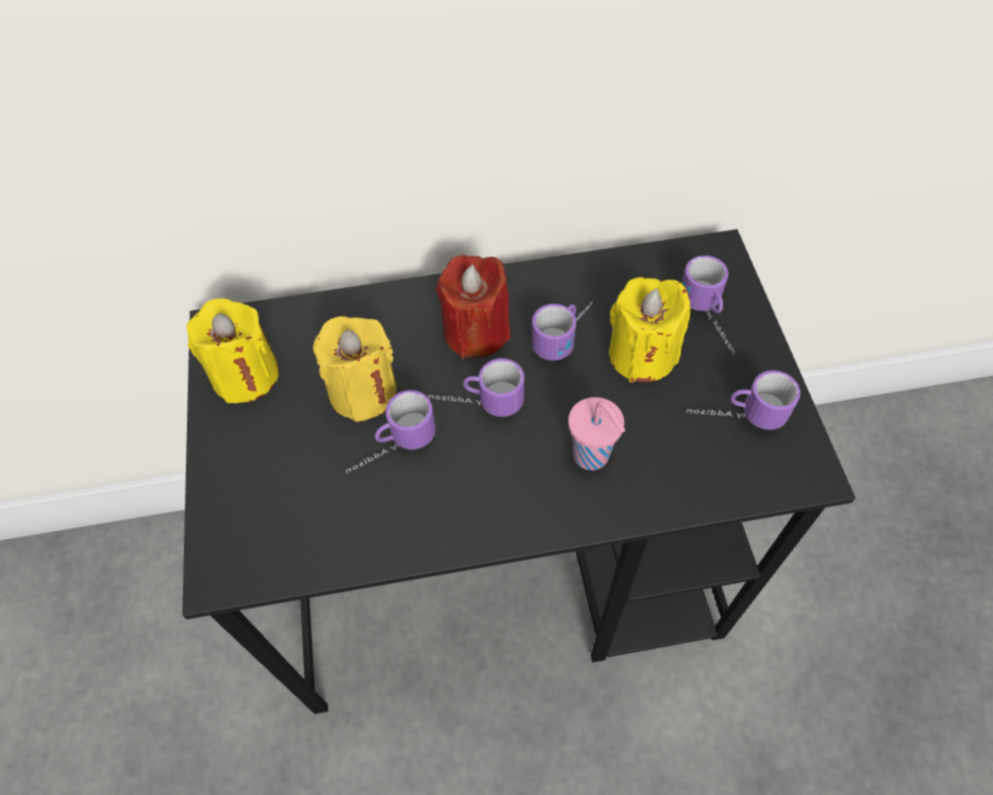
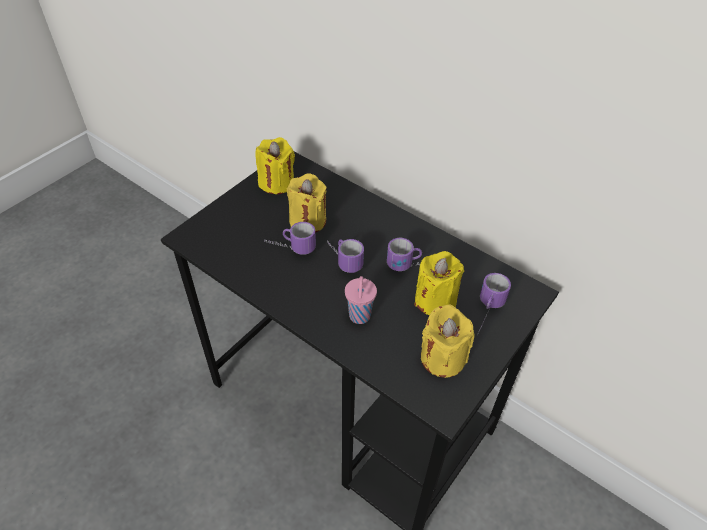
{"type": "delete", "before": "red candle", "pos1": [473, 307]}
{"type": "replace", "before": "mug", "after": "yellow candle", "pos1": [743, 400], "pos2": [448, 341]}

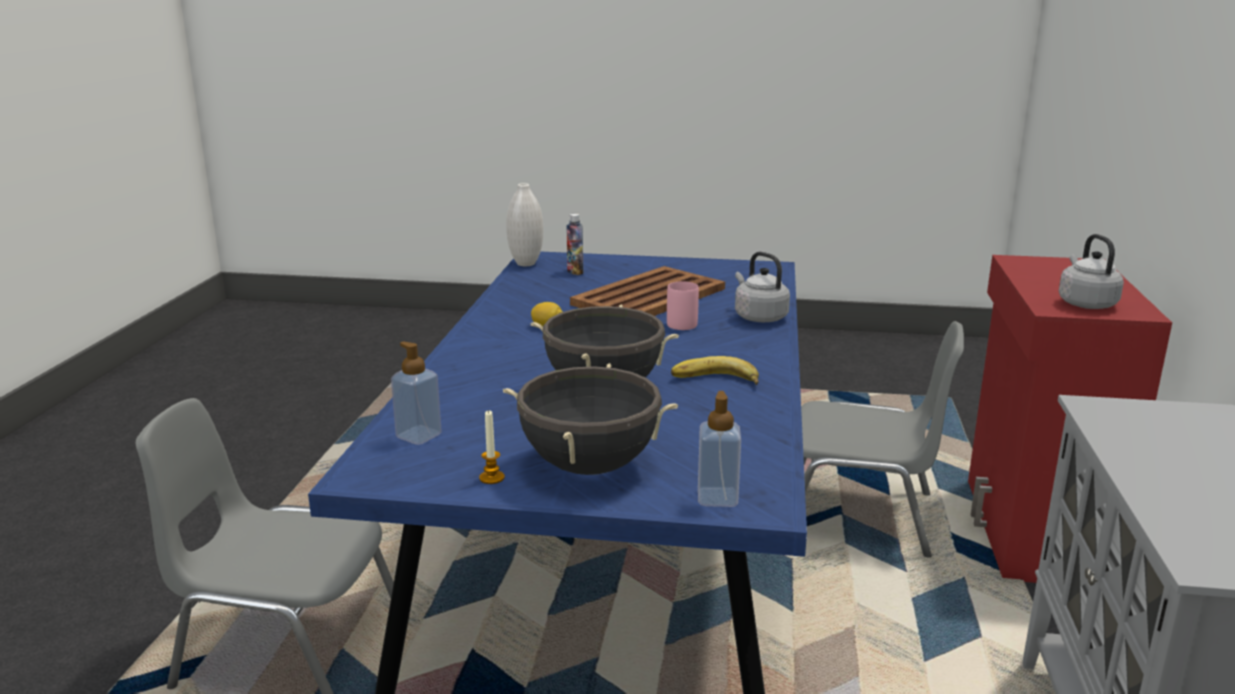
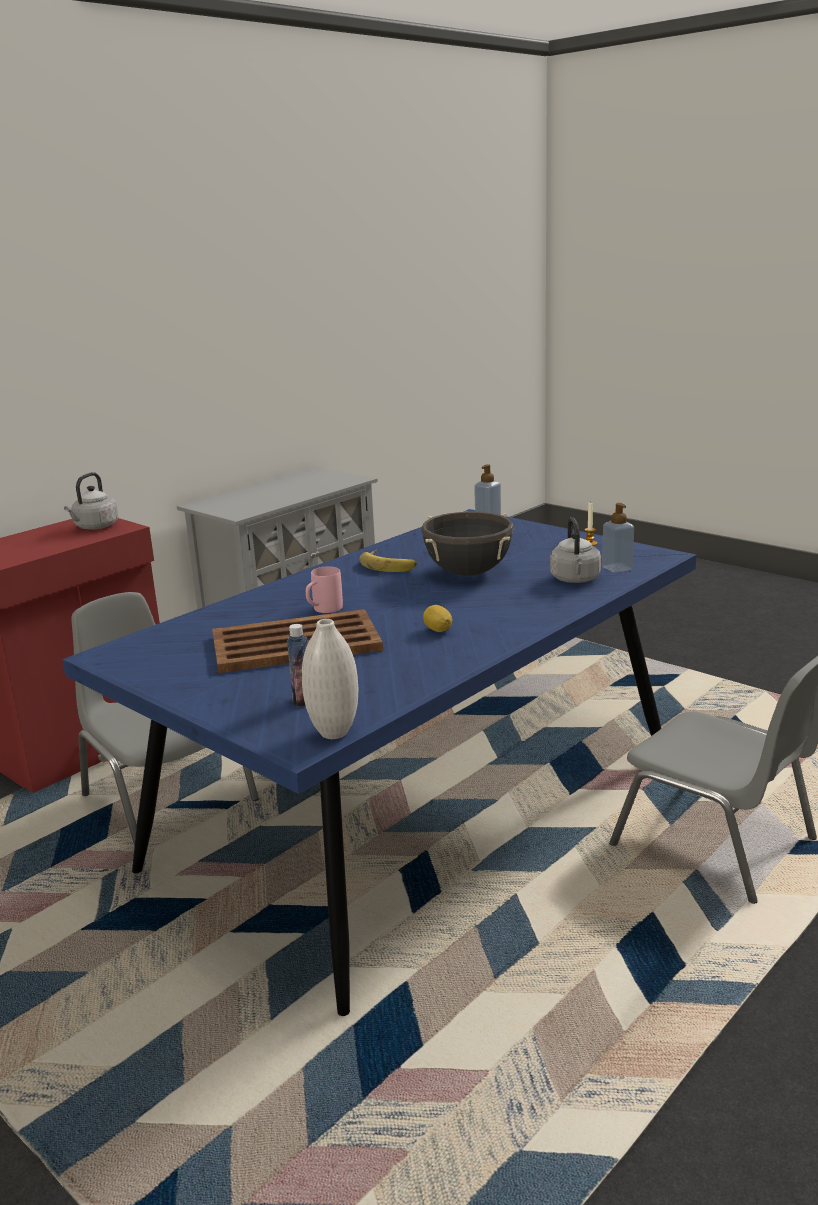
{"type": "delete", "before": "black cooking pot", "pos1": [590, 419]}
{"type": "move", "before": "grey kettle", "pos1": [762, 287], "pos2": [575, 550]}

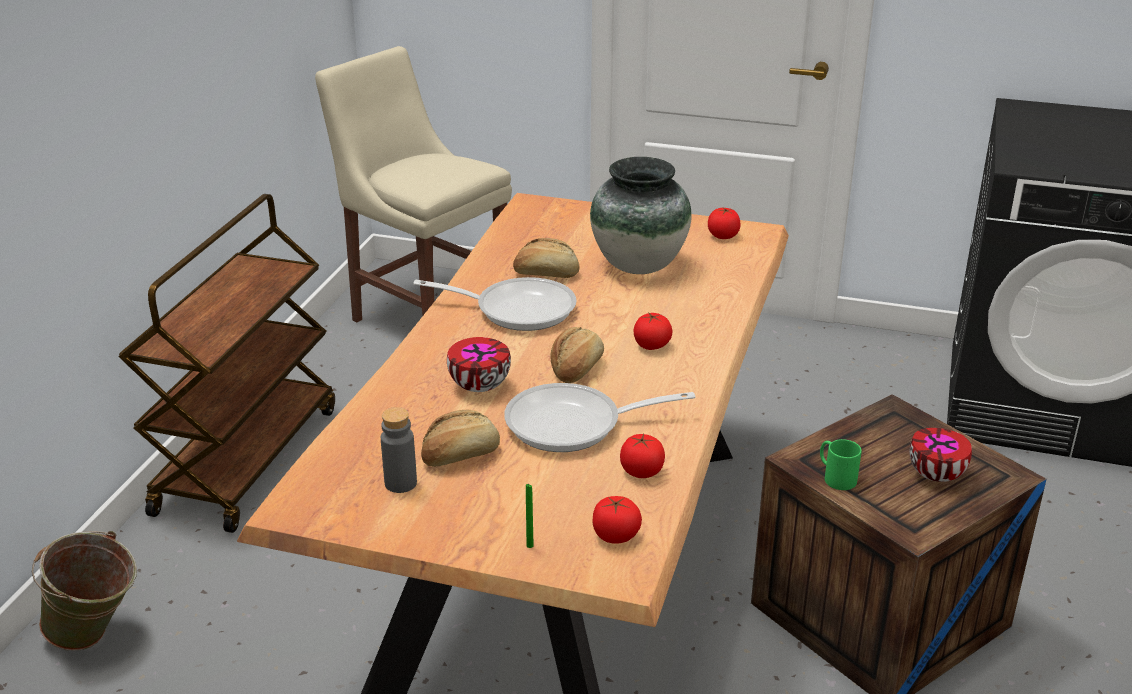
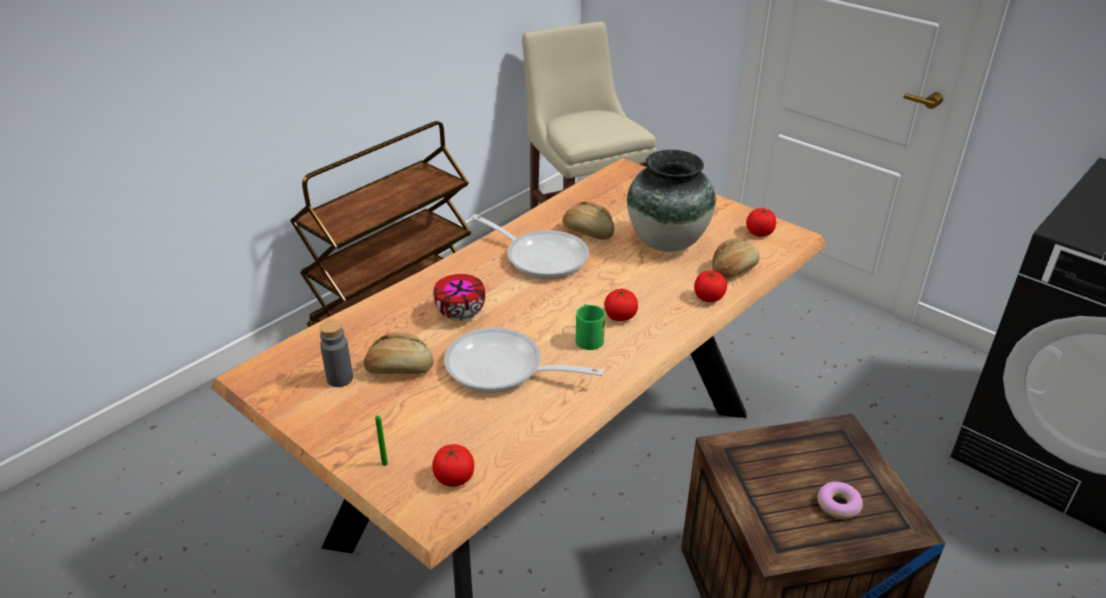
{"type": "delete", "before": "green bucket", "pos1": [84, 591]}
{"type": "move", "before": "bread", "pos1": [577, 355], "pos2": [736, 258]}
{"type": "move", "before": "tomato", "pos1": [642, 456], "pos2": [710, 286]}
{"type": "move", "before": "green mug", "pos1": [841, 464], "pos2": [590, 327]}
{"type": "replace", "before": "bowl", "after": "donut", "pos1": [941, 455], "pos2": [840, 500]}

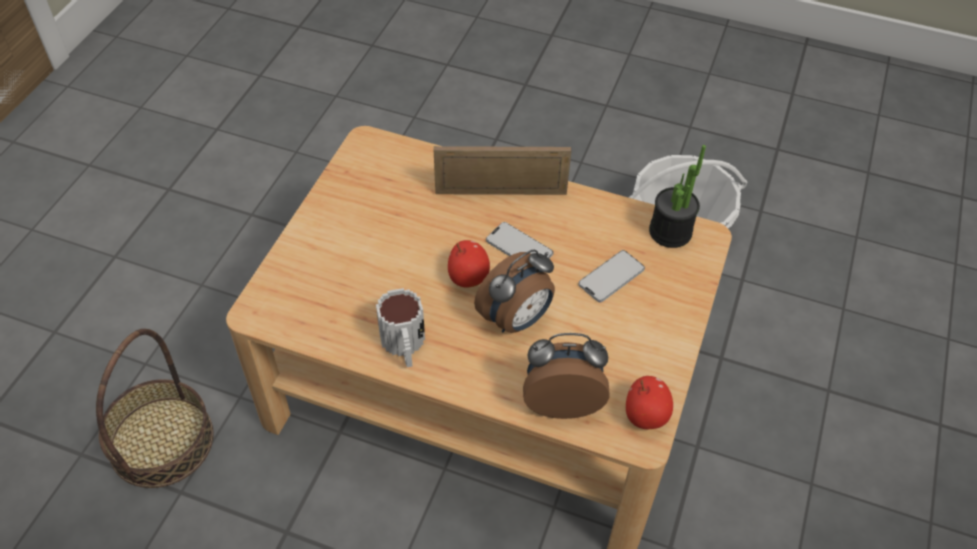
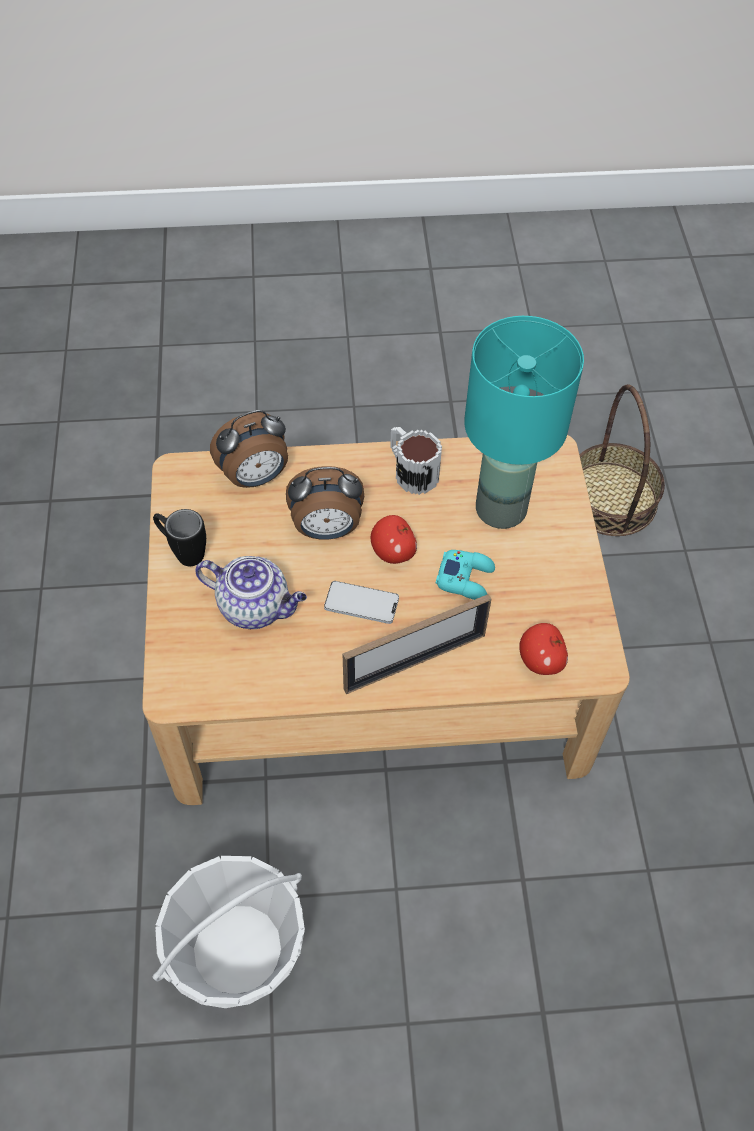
{"type": "rotate", "before": "alarm clock", "pos1": [514, 291], "pos2": [325, 503], "turn": -120}
{"type": "replace", "before": "phone", "after": "teapot", "pos1": [611, 276], "pos2": [251, 592]}
{"type": "move", "before": "apple", "pos1": [649, 402], "pos2": [543, 649]}
{"type": "delete", "before": "potted plant", "pos1": [677, 196]}
{"type": "insert", "after": "black mug", "pos2": [179, 537]}
{"type": "insert", "after": "turquoise game controller", "pos2": [465, 575]}
{"type": "insert", "after": "turquoise table lamp", "pos2": [524, 422]}

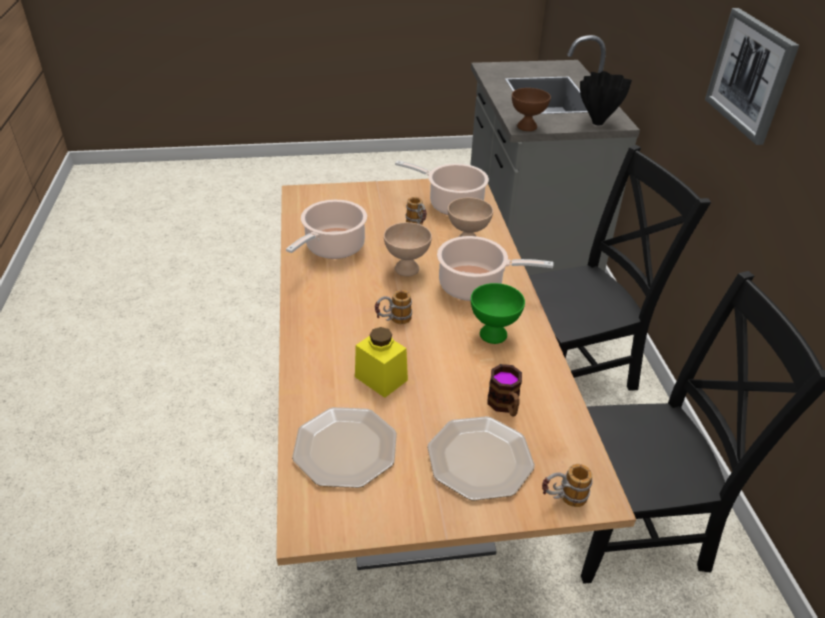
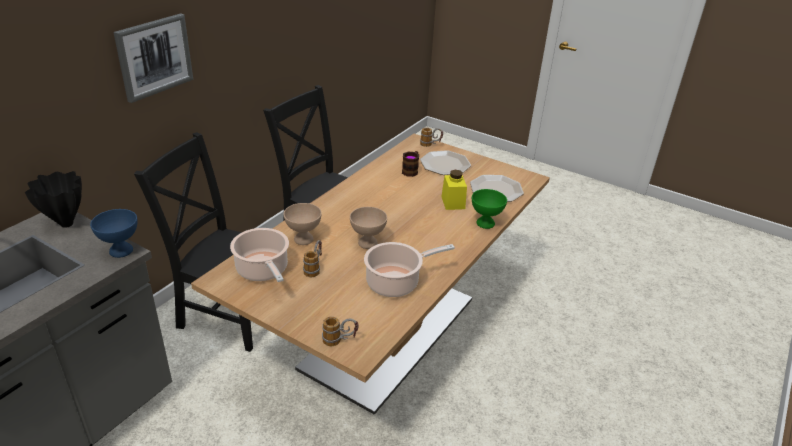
{"type": "move", "before": "mug", "pos1": [393, 307], "pos2": [340, 331]}
{"type": "delete", "before": "cooking pot", "pos1": [495, 268]}
{"type": "move", "before": "green bowl", "pos1": [498, 313], "pos2": [489, 209]}
{"type": "recolor", "before": "brown bowl", "after": "blue bowl", "pos1": [531, 109], "pos2": [113, 233]}

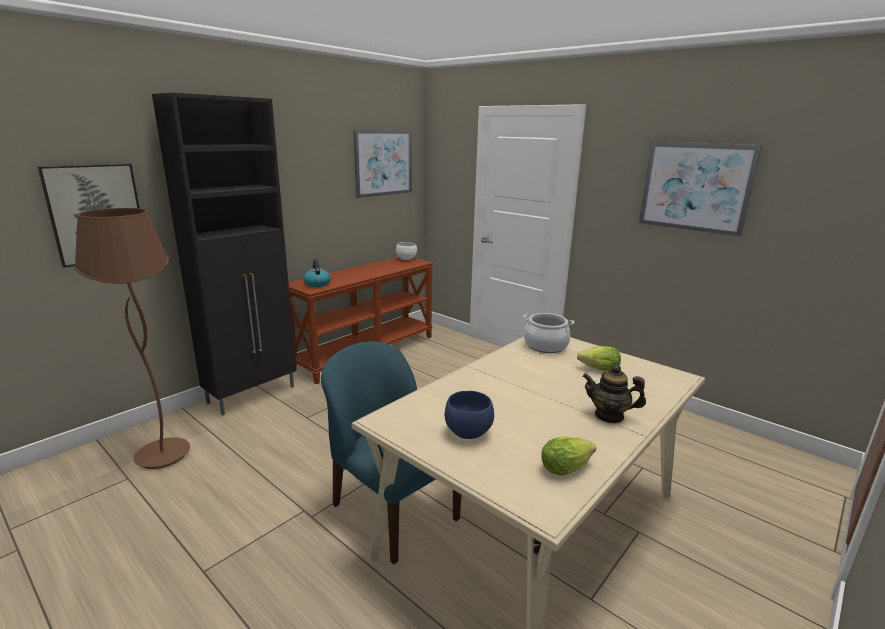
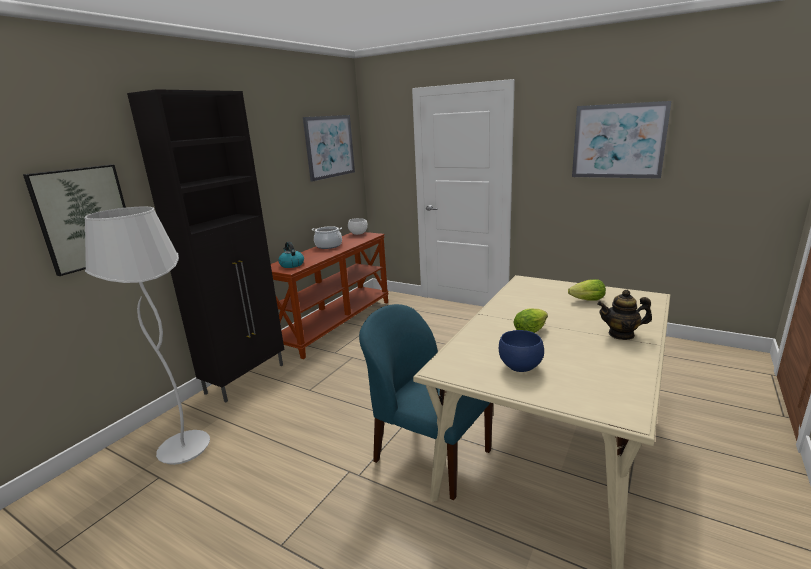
{"type": "recolor", "before": "brown floor lamp", "after": "white floor lamp", "pos1": [132, 338], "pos2": [147, 335]}
{"type": "move", "before": "cooking pot", "pos1": [548, 333], "pos2": [327, 237]}
{"type": "move", "before": "lettuce", "pos1": [568, 456], "pos2": [530, 321]}

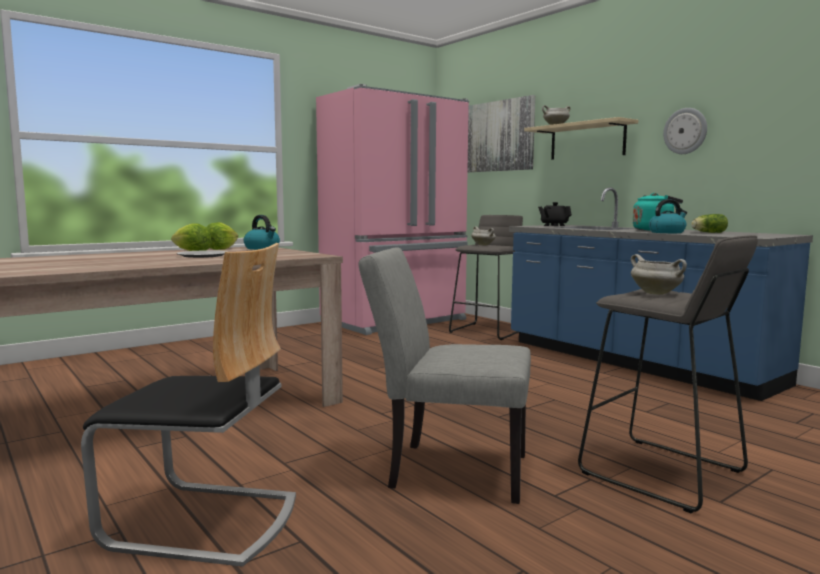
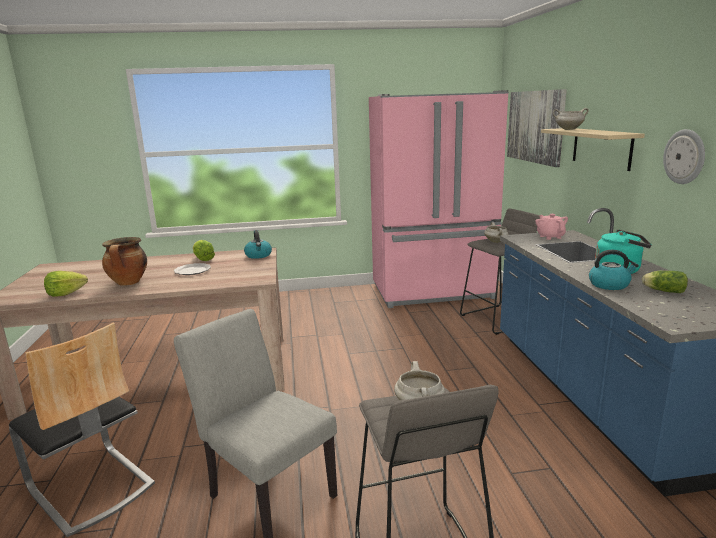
{"type": "move", "before": "lettuce", "pos1": [222, 236], "pos2": [66, 284]}
{"type": "recolor", "before": "black teapot", "after": "pink teapot", "pos1": [555, 214], "pos2": [552, 227]}
{"type": "insert", "after": "cooking pot", "pos2": [124, 261]}

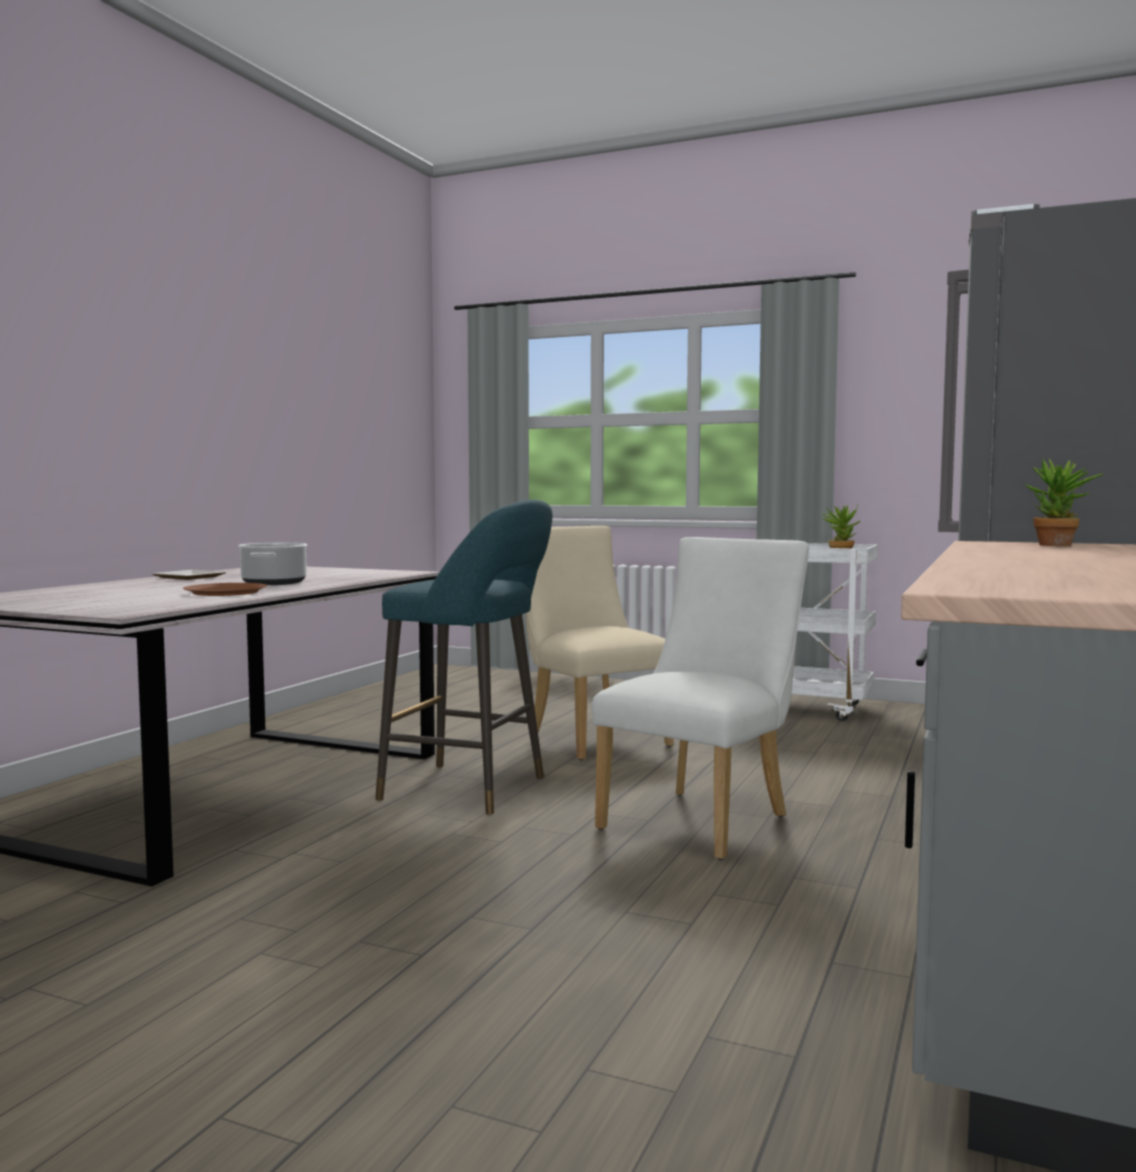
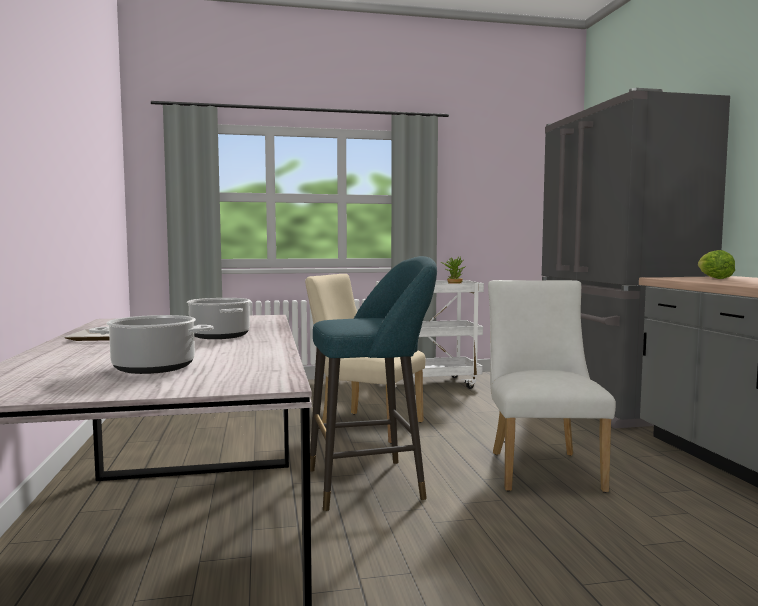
{"type": "delete", "before": "brown plate", "pos1": [225, 589]}
{"type": "replace", "before": "potted plant", "after": "lettuce", "pos1": [1064, 502], "pos2": [716, 264]}
{"type": "insert", "after": "cooking pot", "pos2": [151, 344]}

